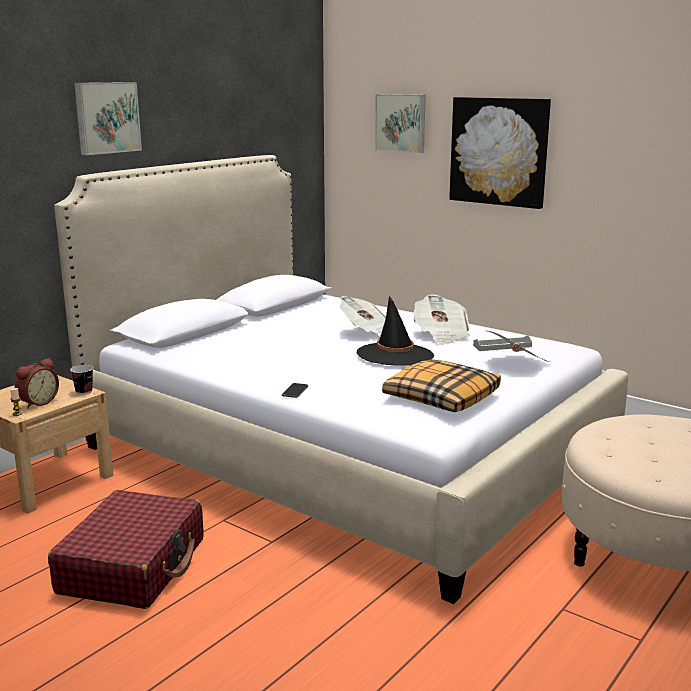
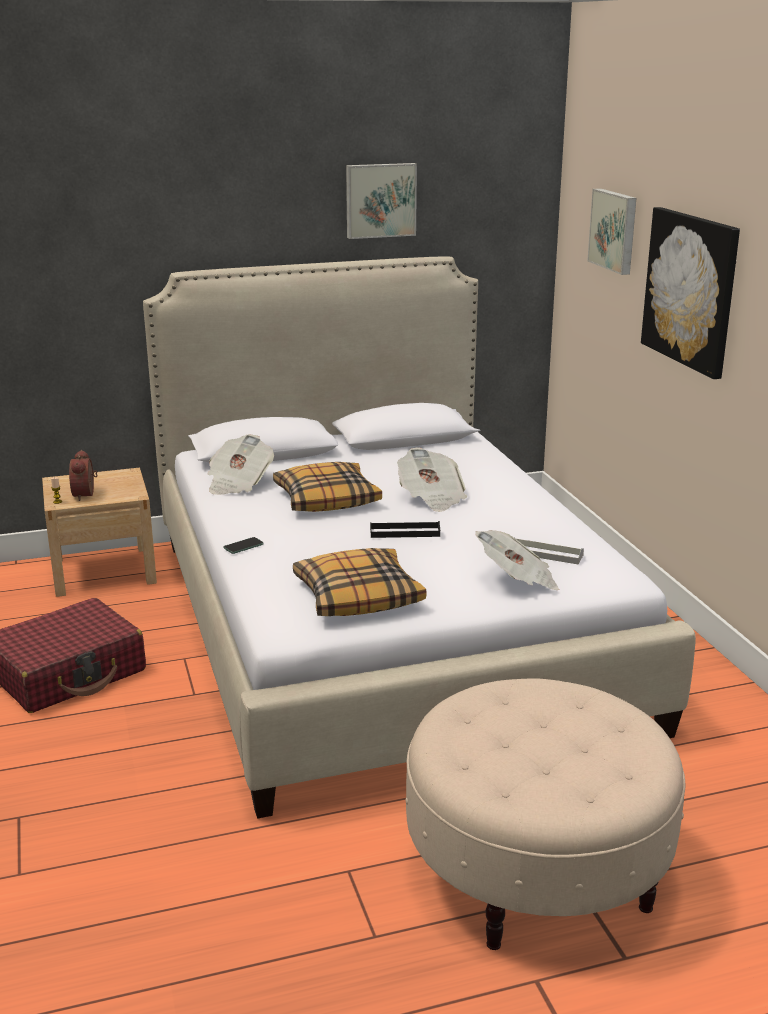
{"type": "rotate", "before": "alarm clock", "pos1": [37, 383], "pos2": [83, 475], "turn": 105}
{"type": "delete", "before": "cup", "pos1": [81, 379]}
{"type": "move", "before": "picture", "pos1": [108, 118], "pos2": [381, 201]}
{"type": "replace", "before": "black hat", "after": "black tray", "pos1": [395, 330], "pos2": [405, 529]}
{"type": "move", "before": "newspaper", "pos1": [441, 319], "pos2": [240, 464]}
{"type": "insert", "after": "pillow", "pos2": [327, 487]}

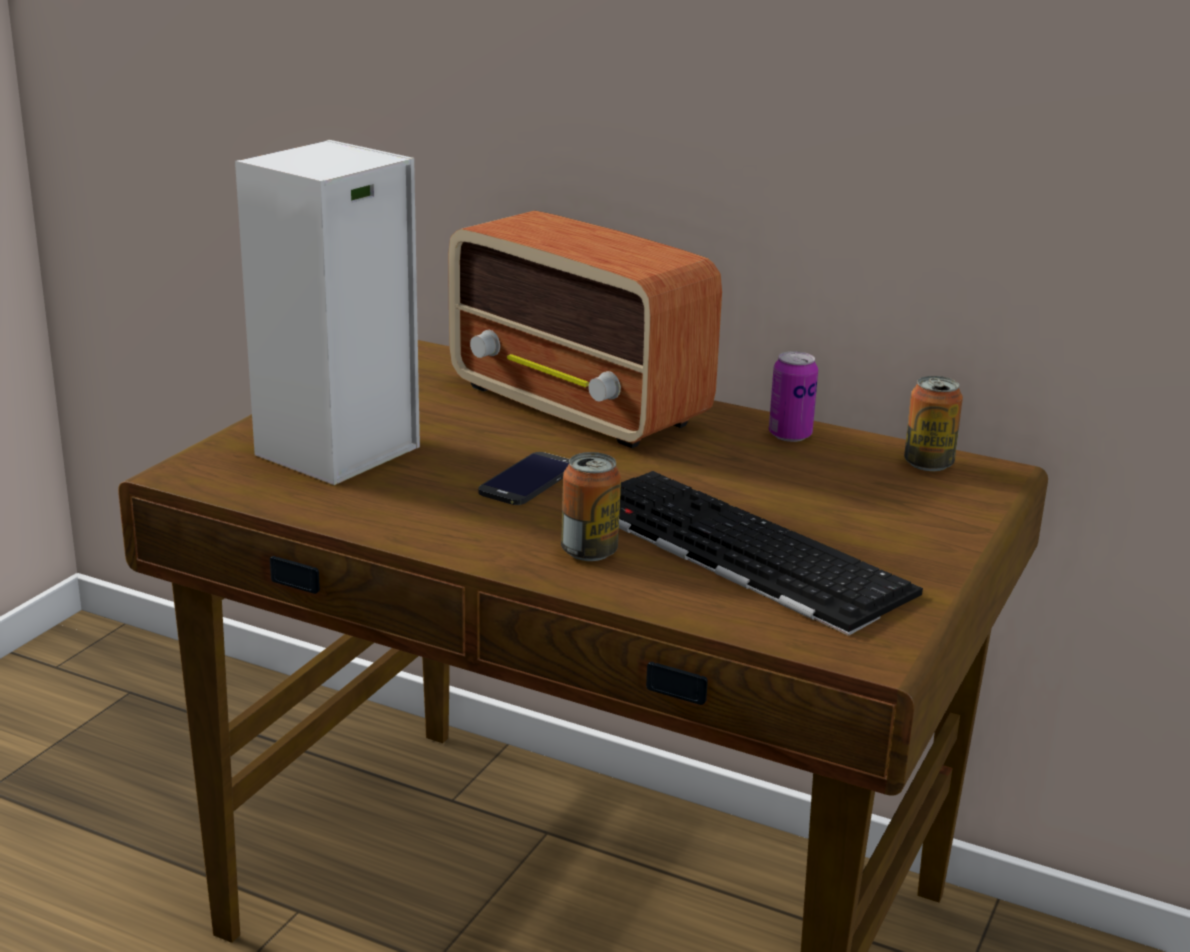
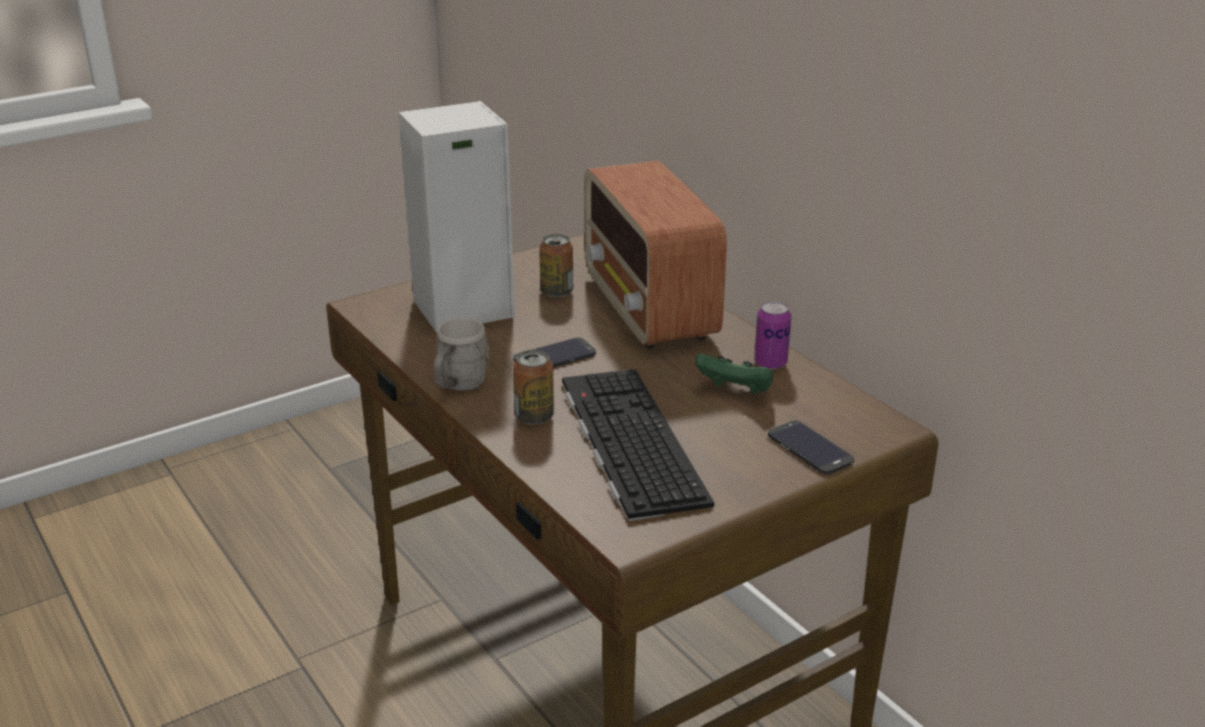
{"type": "move", "before": "can", "pos1": [933, 423], "pos2": [556, 265]}
{"type": "insert", "after": "grey mug", "pos2": [461, 354]}
{"type": "insert", "after": "green game controller", "pos2": [734, 374]}
{"type": "insert", "after": "phone", "pos2": [811, 447]}

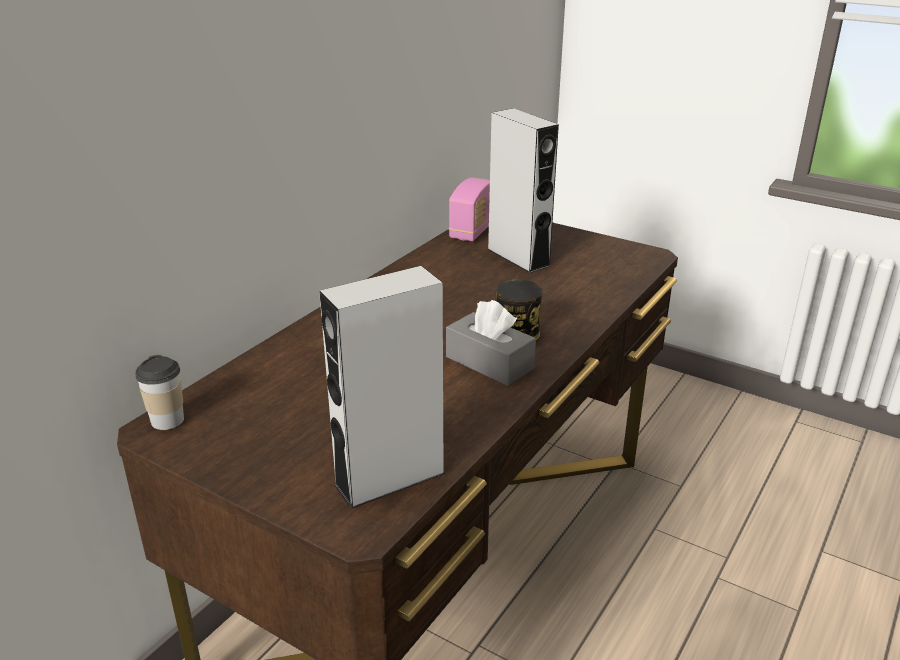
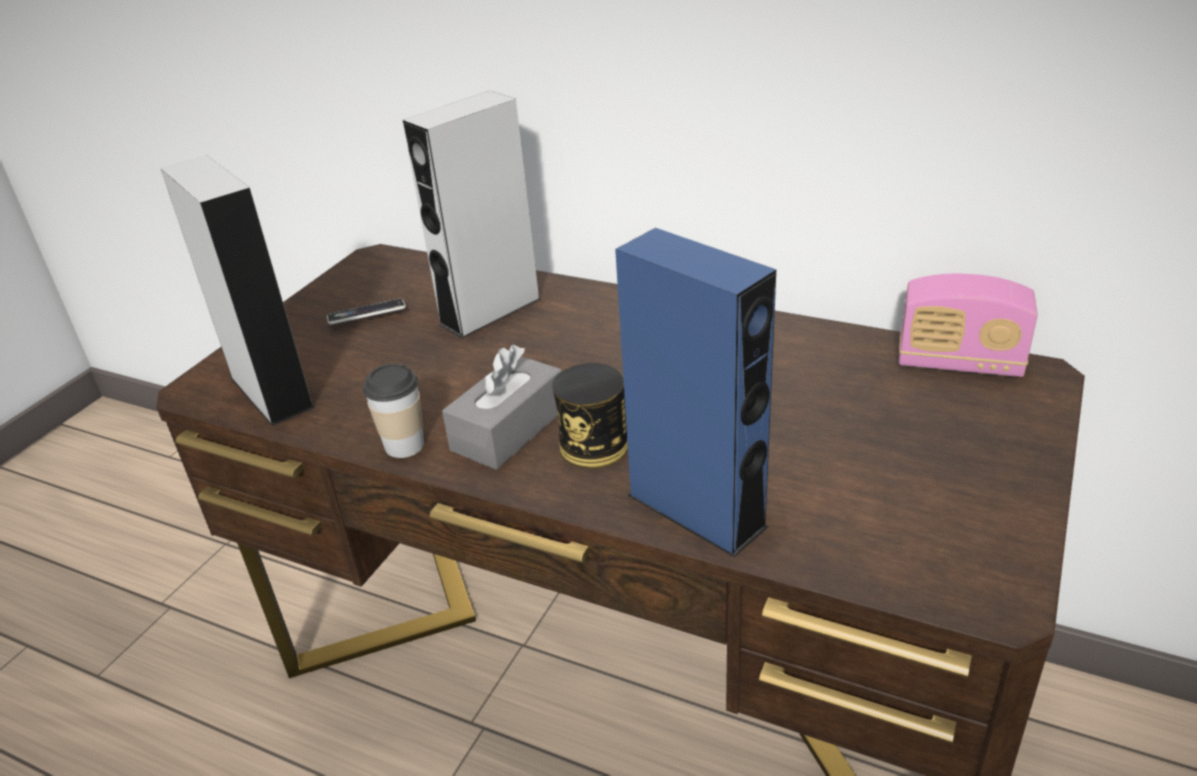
{"type": "move", "before": "cup", "pos1": [159, 392], "pos2": [393, 411]}
{"type": "move", "before": "grey speaker", "pos1": [523, 190], "pos2": [472, 214]}
{"type": "insert", "after": "phone", "pos2": [366, 312]}
{"type": "insert", "after": "blue speaker", "pos2": [695, 392]}

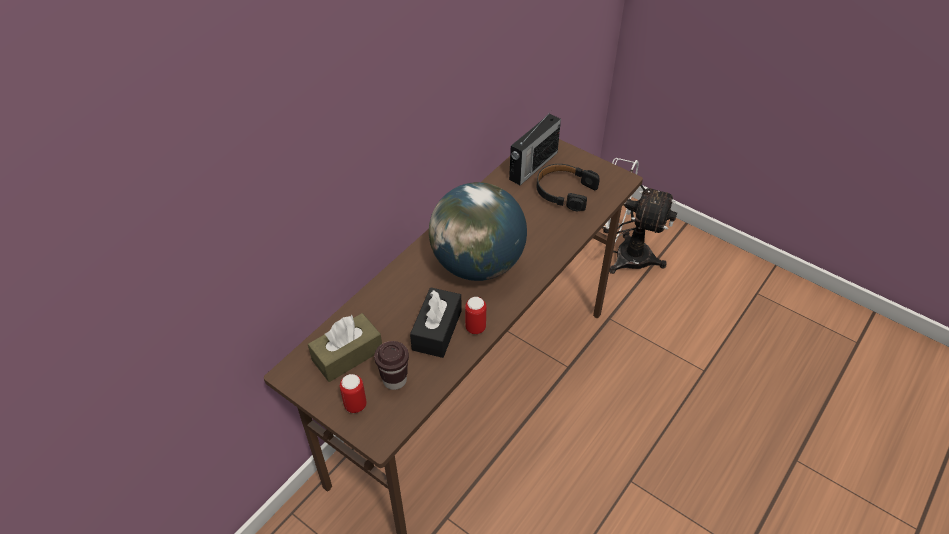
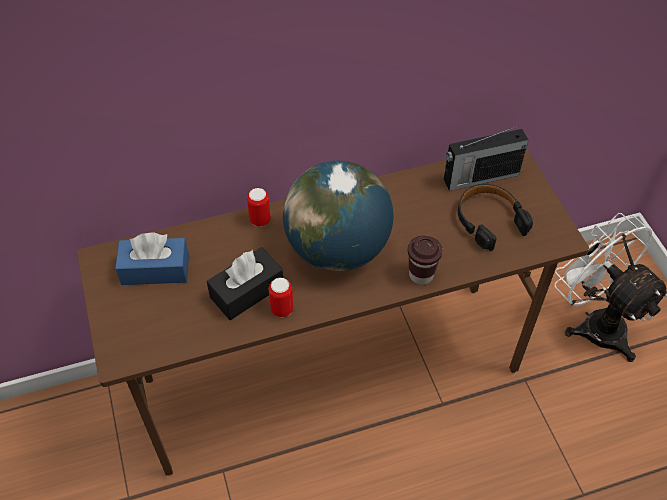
{"type": "recolor", "before": "brown tissue box", "after": "blue tissue box", "pos1": [345, 347], "pos2": [152, 258]}
{"type": "move", "before": "can", "pos1": [353, 393], "pos2": [259, 207]}
{"type": "move", "before": "brown cup", "pos1": [391, 365], "pos2": [425, 260]}

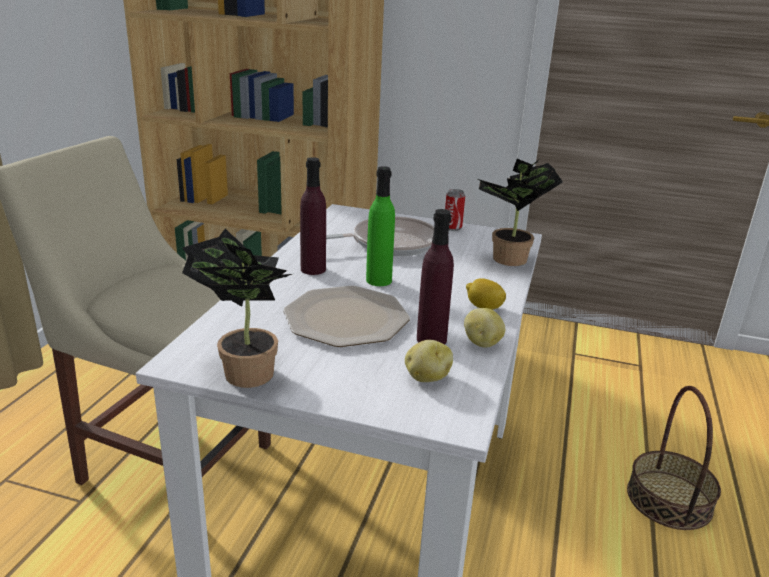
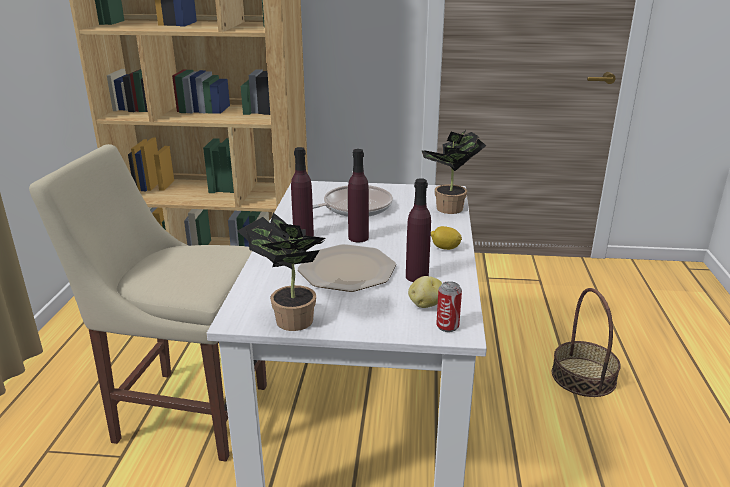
{"type": "recolor", "before": "green bottle", "after": "purple bottle", "pos1": [380, 226], "pos2": [358, 195]}
{"type": "move", "before": "can", "pos1": [455, 210], "pos2": [449, 306]}
{"type": "delete", "before": "potato", "pos1": [484, 328]}

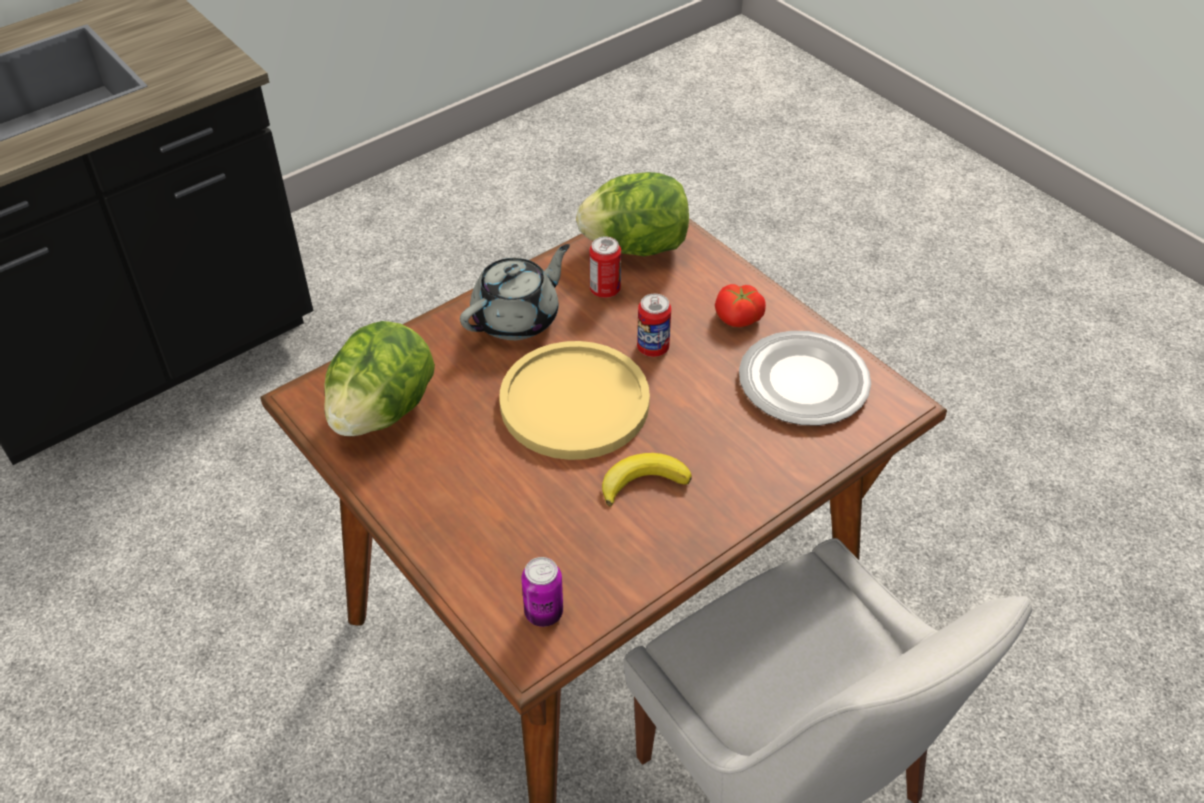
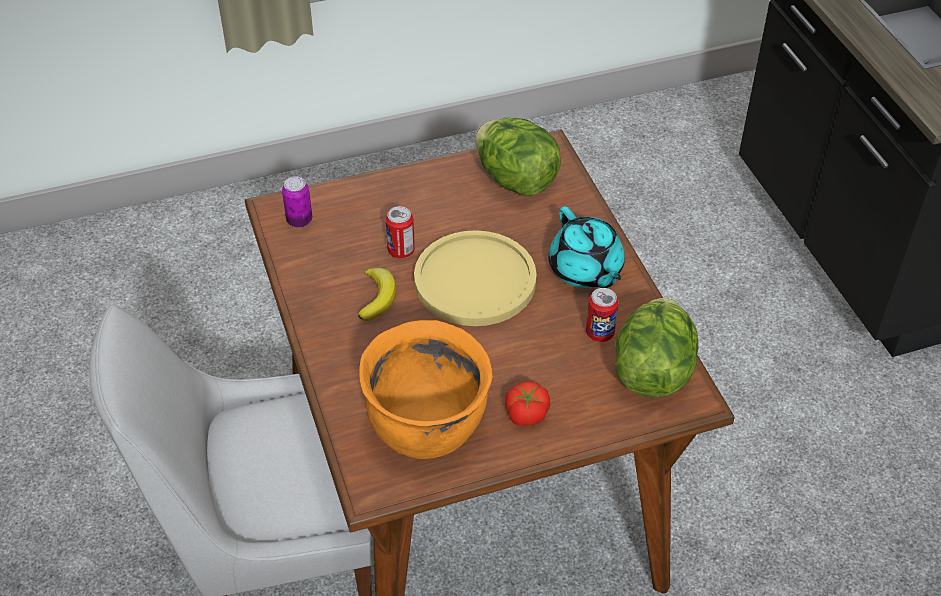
{"type": "recolor", "before": "grey teapot", "after": "turquoise teapot", "pos1": [515, 292], "pos2": [586, 247]}
{"type": "move", "before": "can", "pos1": [654, 325], "pos2": [400, 232]}
{"type": "replace", "before": "plate", "after": "orange cooking pot", "pos1": [805, 378], "pos2": [426, 389]}

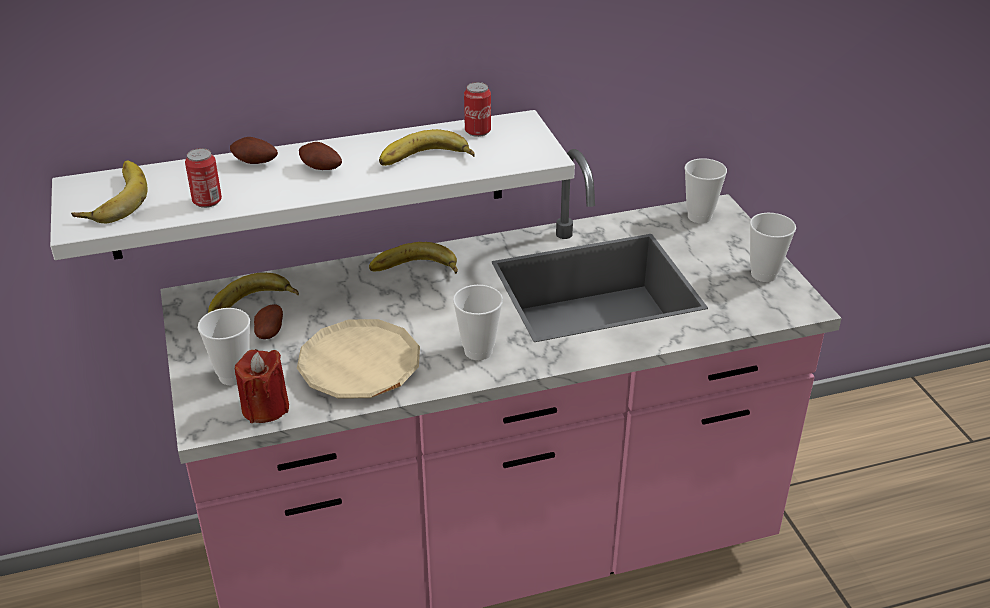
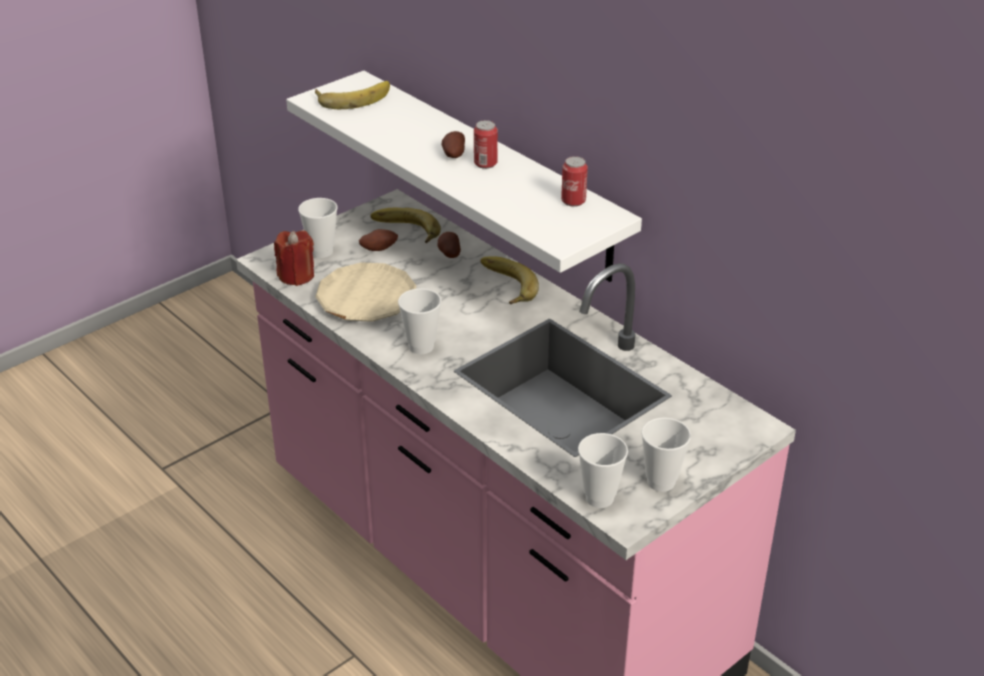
{"type": "move", "before": "can", "pos1": [203, 178], "pos2": [486, 144]}
{"type": "move", "before": "potato", "pos1": [254, 150], "pos2": [449, 245]}
{"type": "delete", "before": "banana", "pos1": [427, 147]}
{"type": "move", "before": "cup", "pos1": [706, 190], "pos2": [603, 470]}

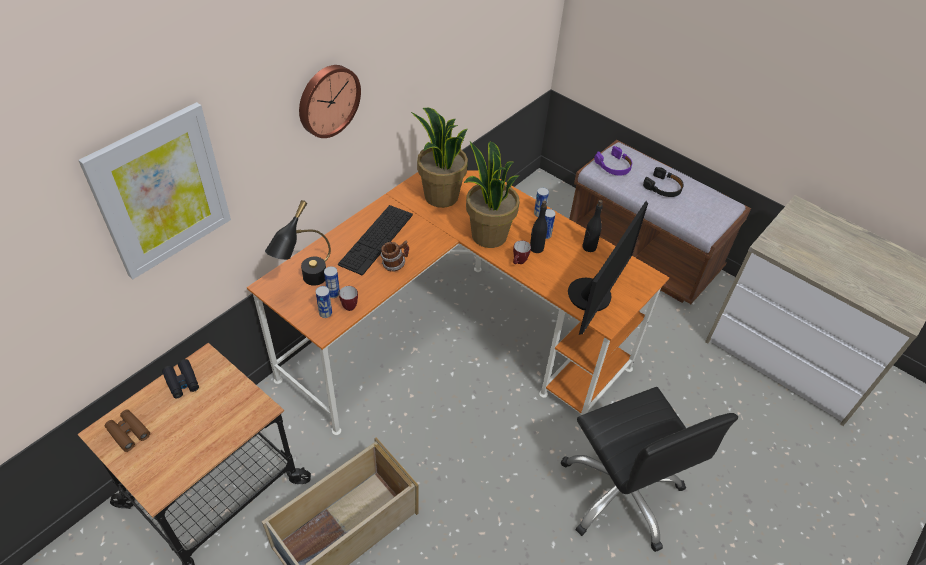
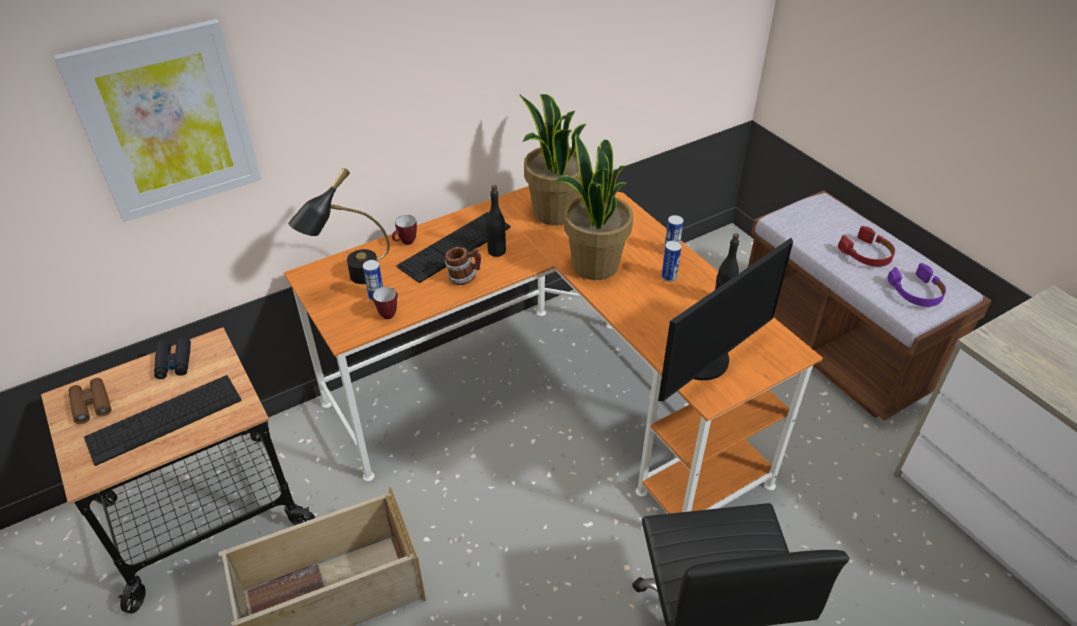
{"type": "delete", "before": "wall clock", "pos1": [330, 101]}
{"type": "delete", "before": "can", "pos1": [324, 302]}
{"type": "move", "before": "mug", "pos1": [522, 252], "pos2": [404, 230]}
{"type": "move", "before": "black bottle", "pos1": [539, 227], "pos2": [496, 221]}
{"type": "move", "before": "purple headphones", "pos1": [613, 161], "pos2": [917, 285]}
{"type": "recolor", "before": "black headphones", "after": "red headphones", "pos1": [663, 182], "pos2": [866, 246]}
{"type": "insert", "after": "keyboard", "pos2": [162, 420]}

